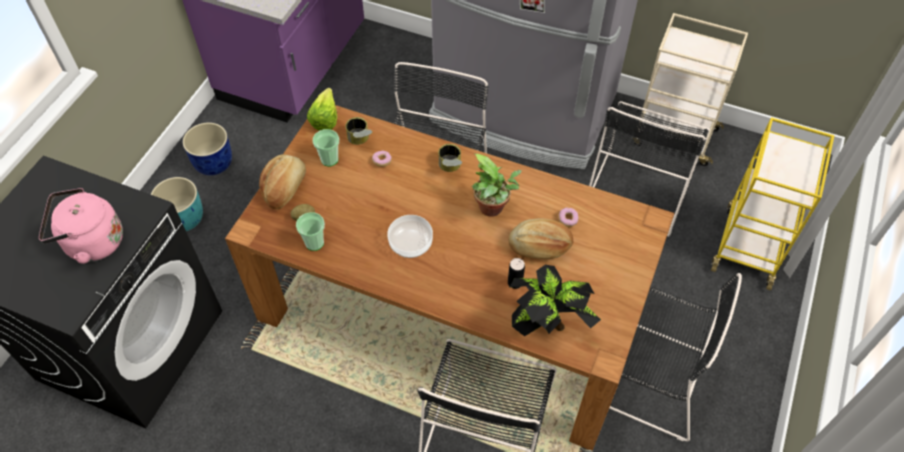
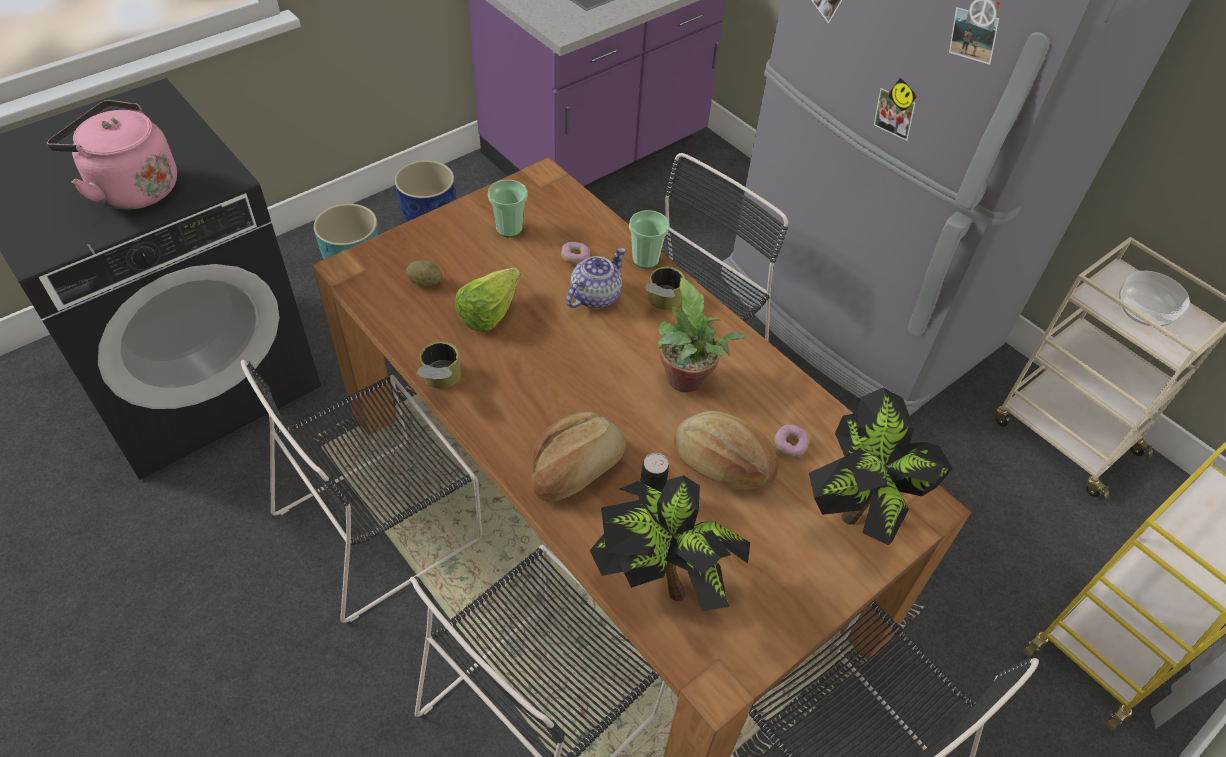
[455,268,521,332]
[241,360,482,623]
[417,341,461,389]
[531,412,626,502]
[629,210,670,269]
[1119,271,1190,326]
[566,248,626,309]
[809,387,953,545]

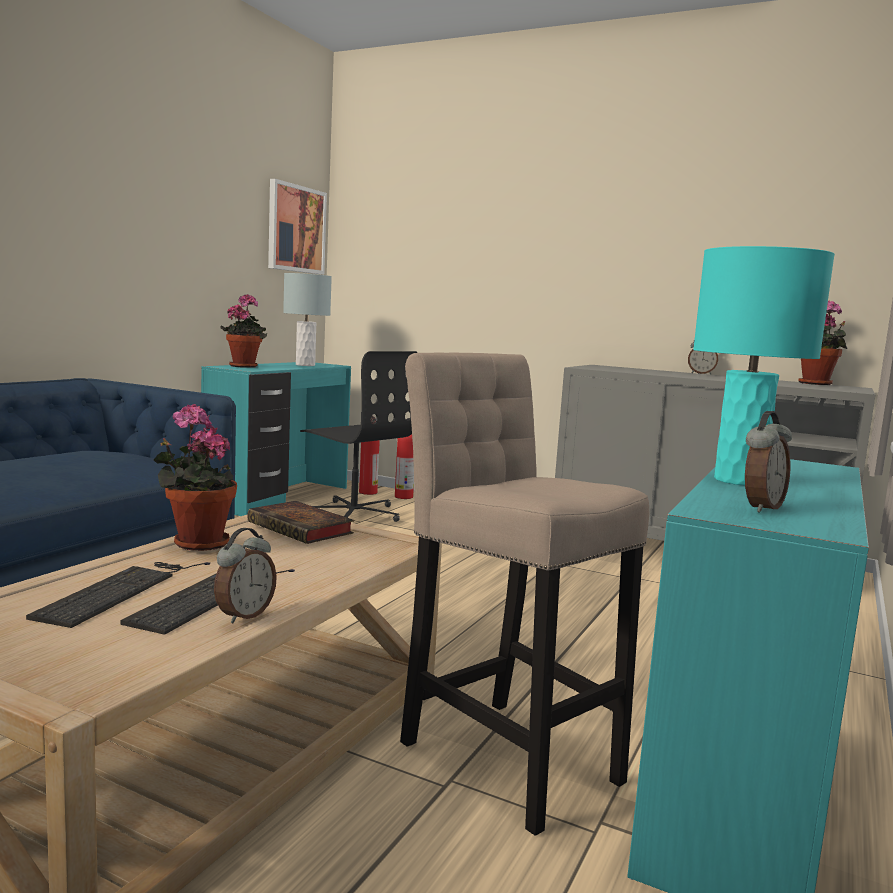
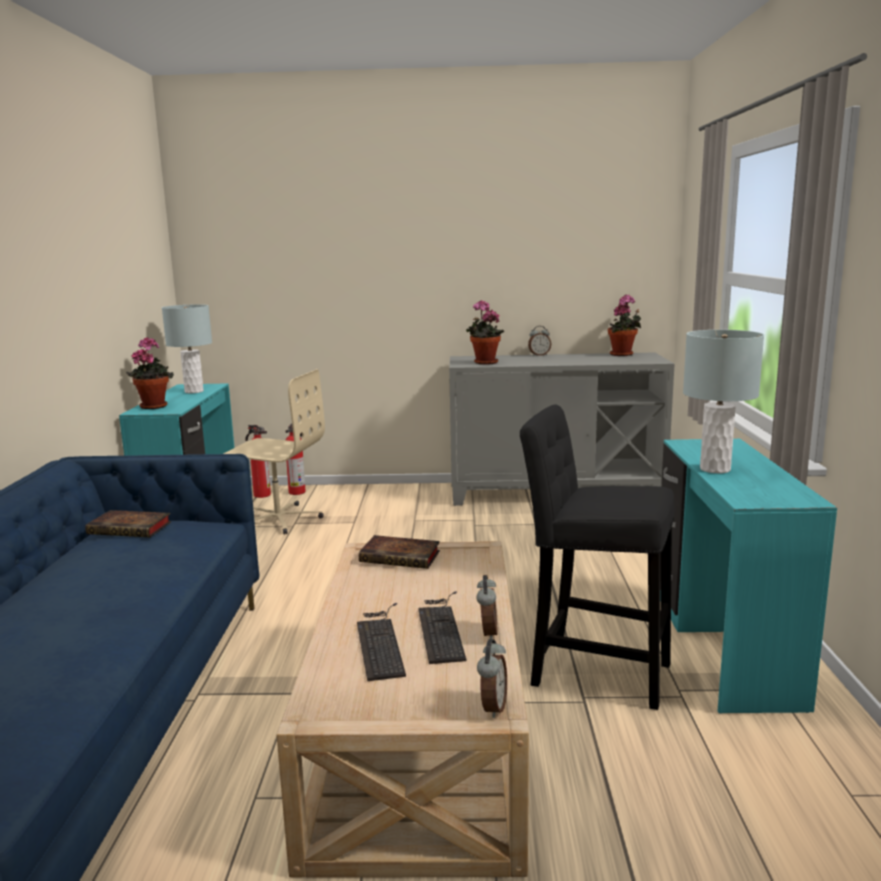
[268,179,327,274] (first image)
[683,330,764,474]
[224,369,325,535]
[520,404,675,710]
[466,300,504,365]
[477,639,507,718]
[85,510,171,537]

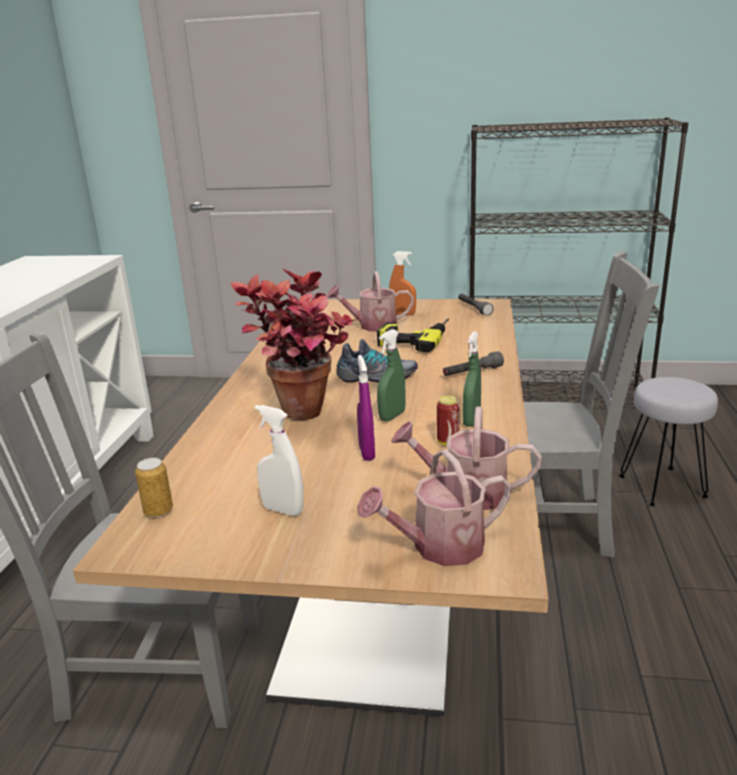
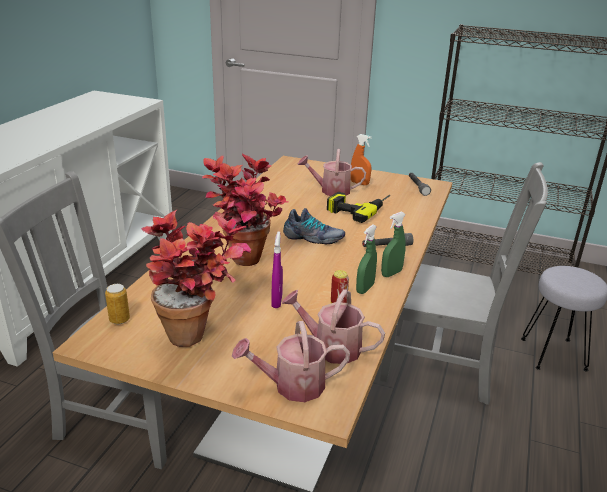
[381,212,406,277]
[141,209,251,347]

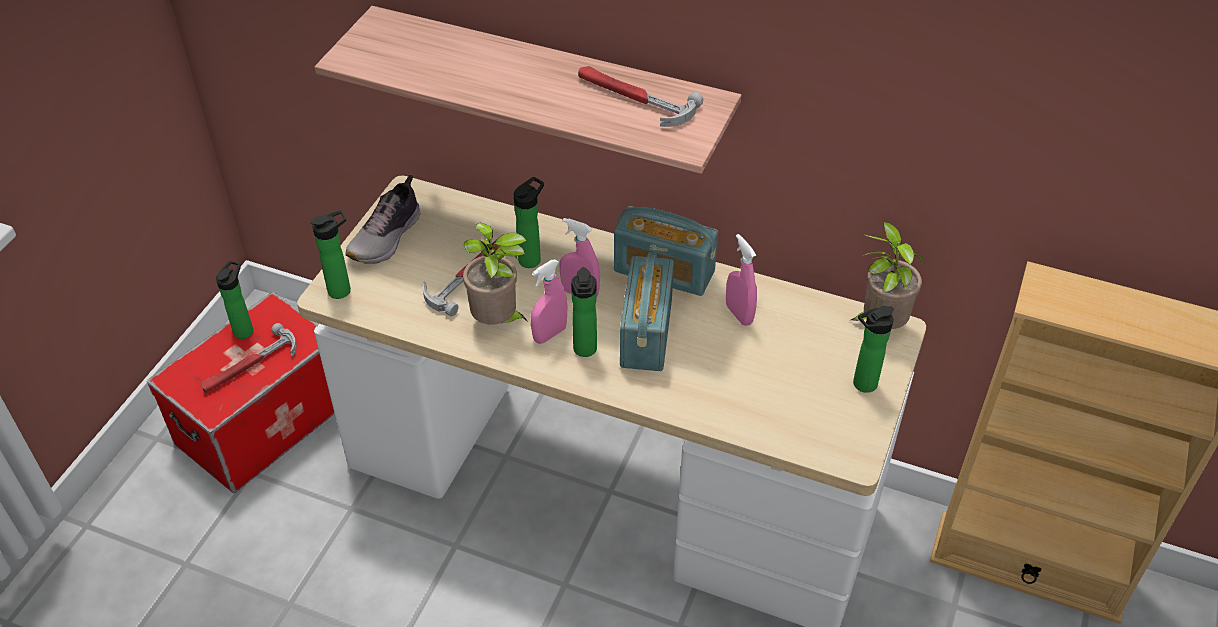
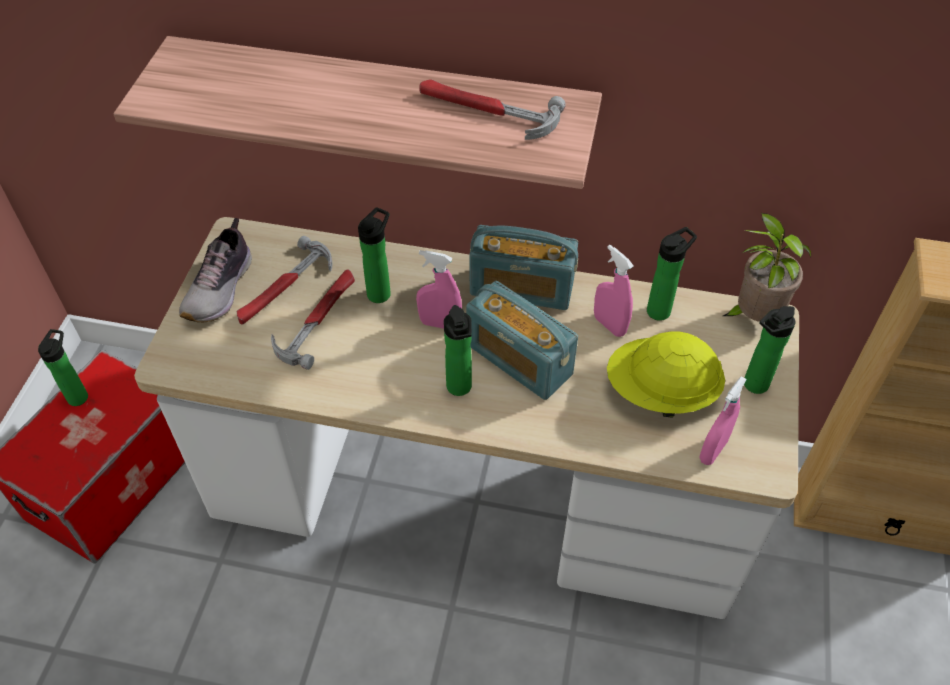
[647,227,697,321]
[463,223,528,325] (first image)
[466,281,578,400]
[699,376,747,465]
[237,236,332,325]
[607,331,725,418]

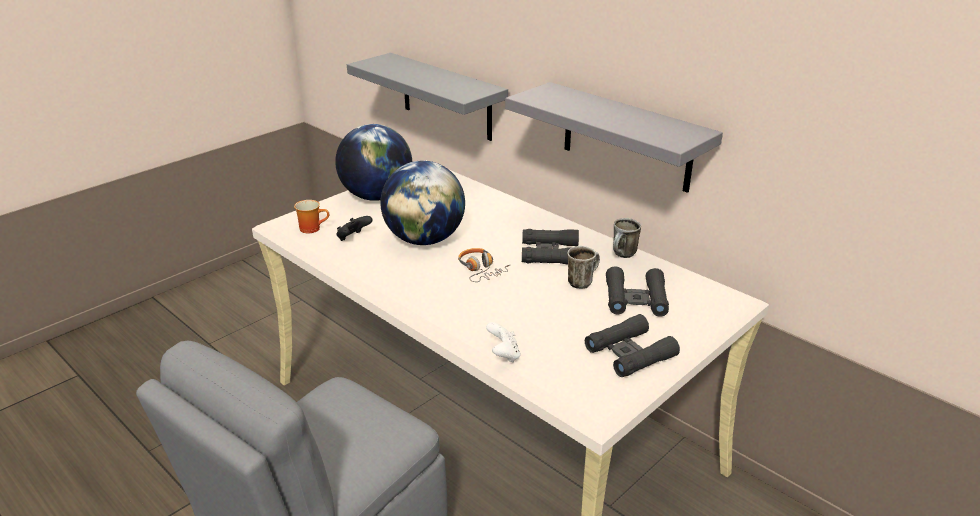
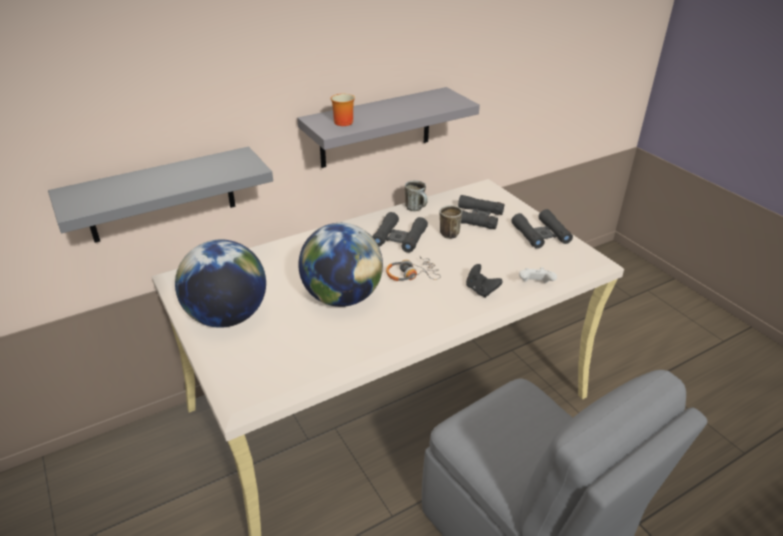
[330,94,355,126]
[466,264,503,298]

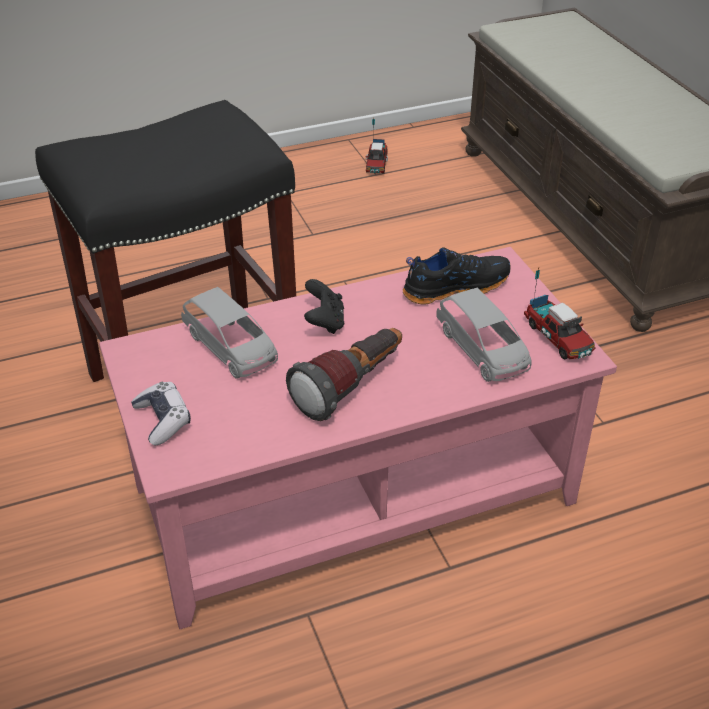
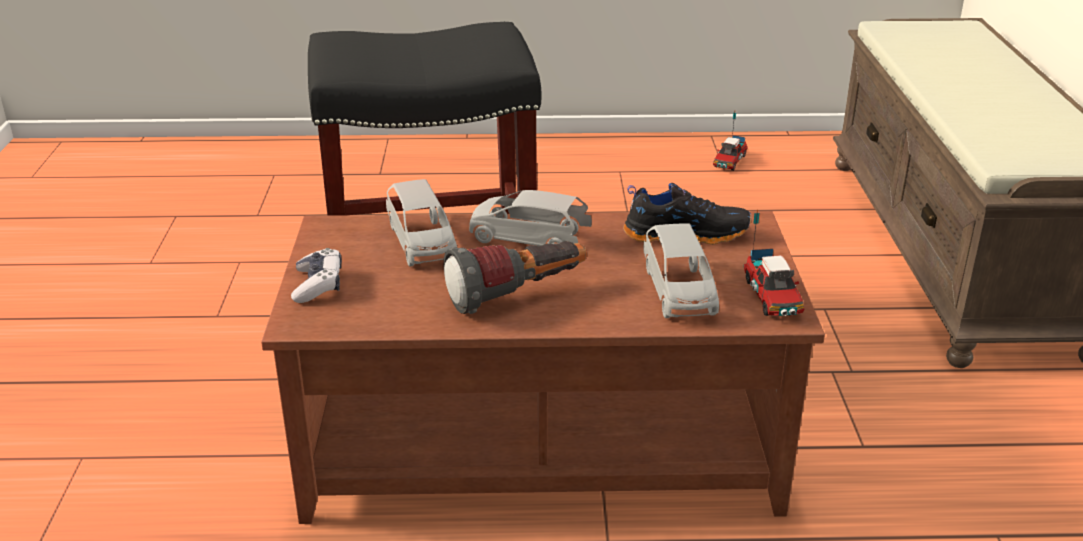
[261,211,825,524]
[469,190,592,246]

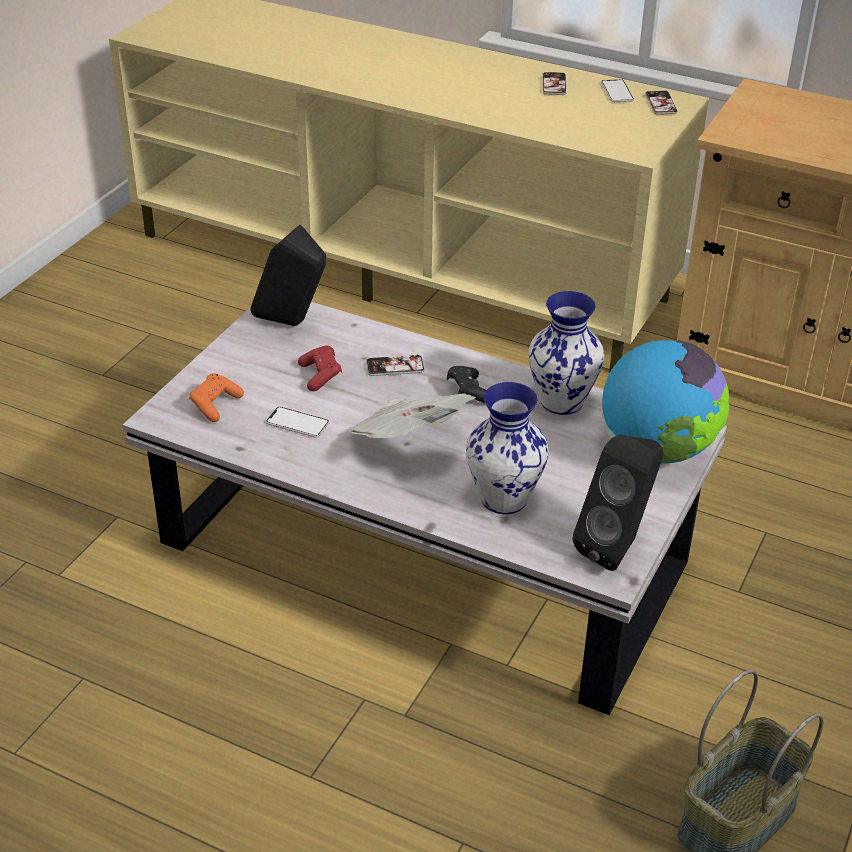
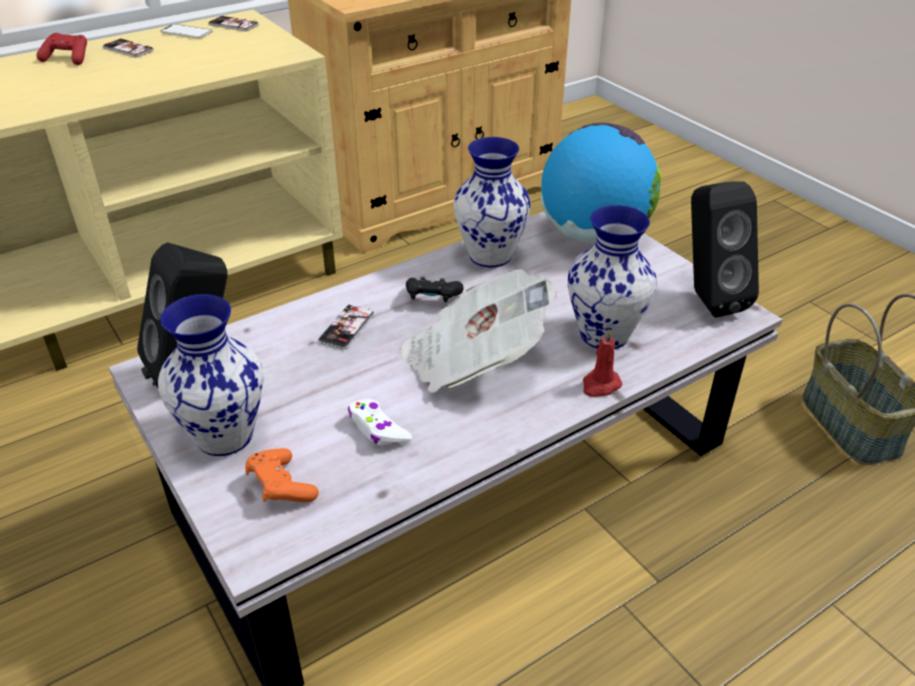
[37,33,87,65]
[348,399,412,445]
[158,294,264,456]
[583,329,622,397]

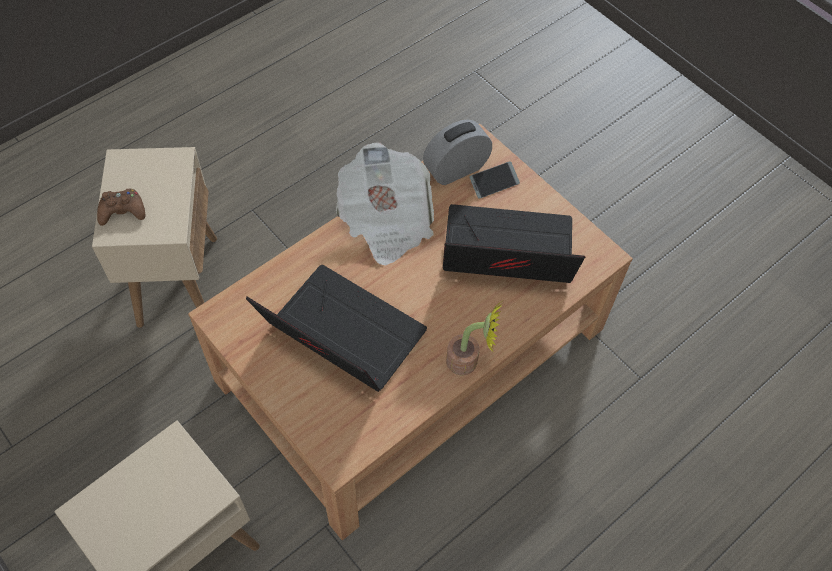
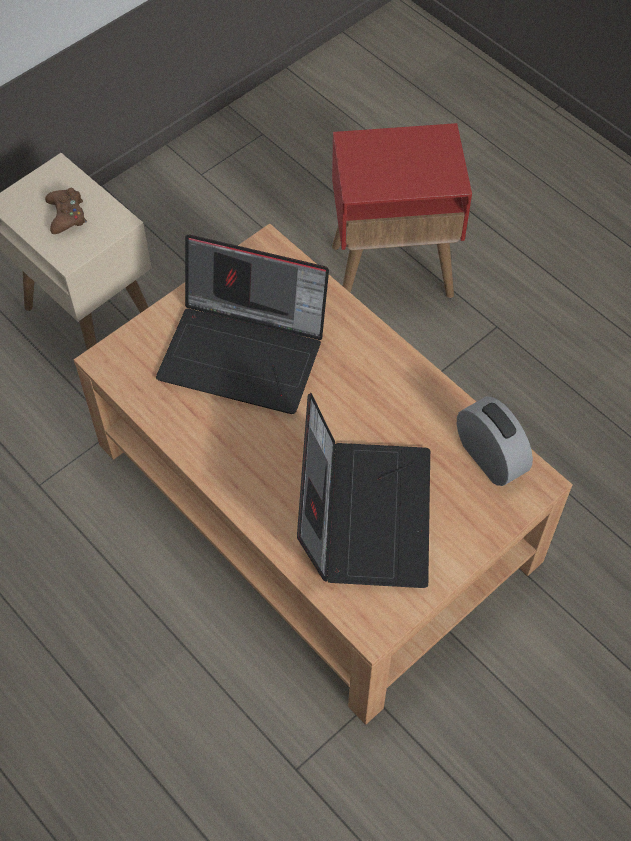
[336,142,434,266] (first image)
[332,123,472,298]
[469,161,520,199] (first image)
[45,188,87,234]
[156,235,329,414]
[446,302,502,375] (first image)

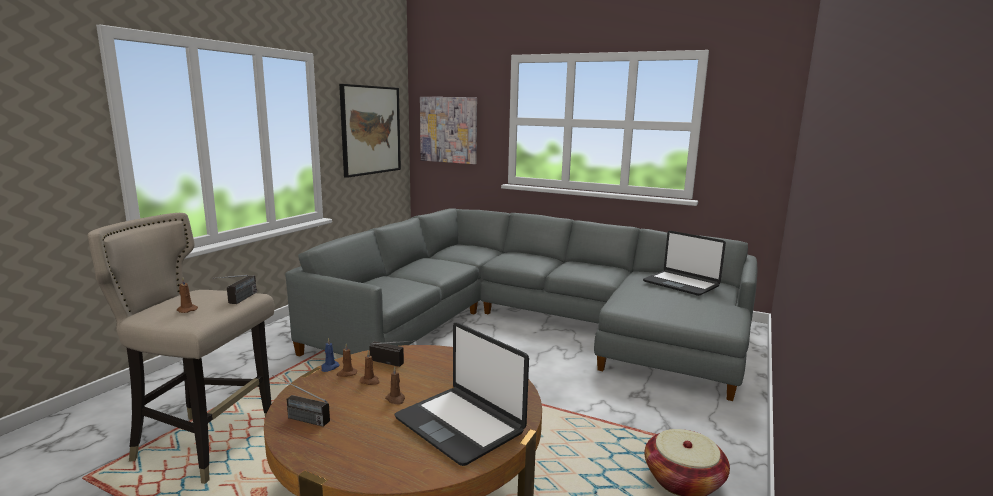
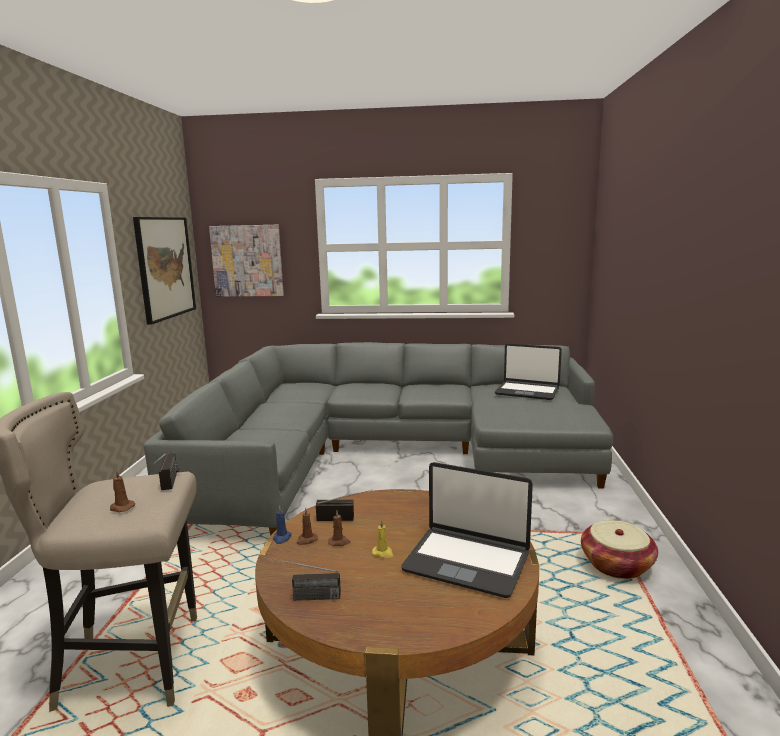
[372,520,394,558]

